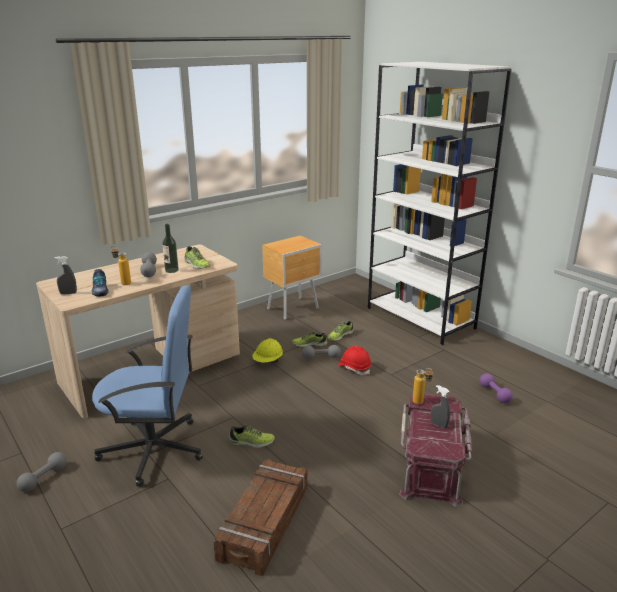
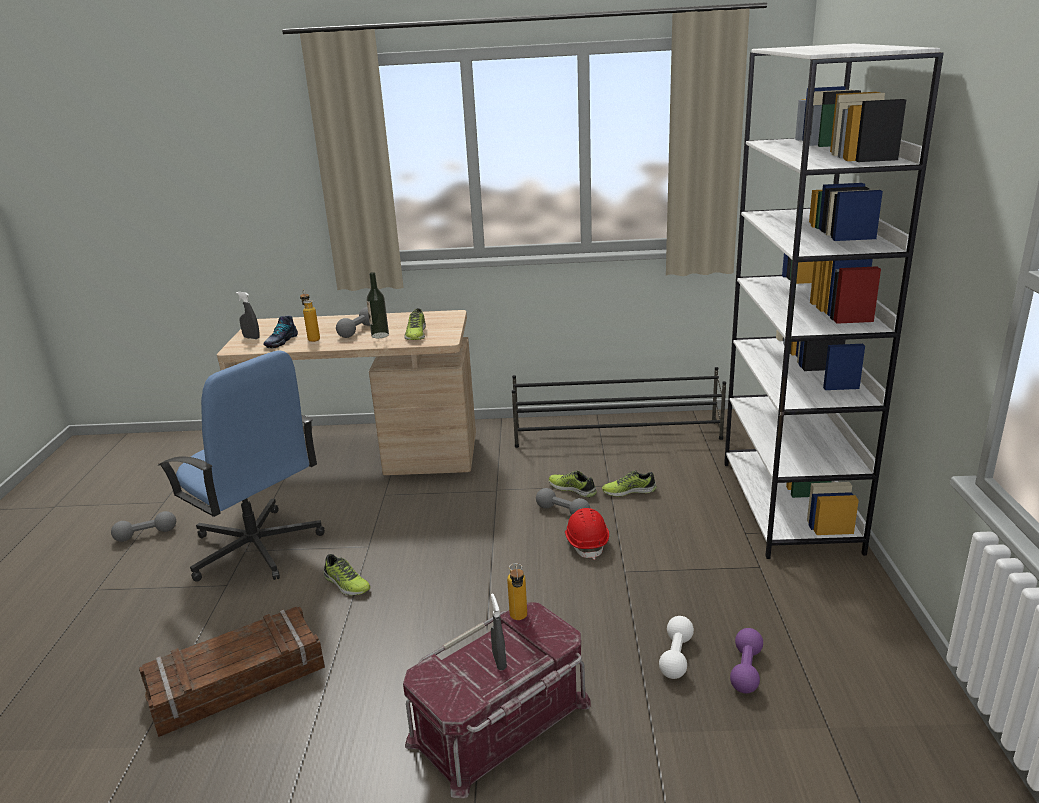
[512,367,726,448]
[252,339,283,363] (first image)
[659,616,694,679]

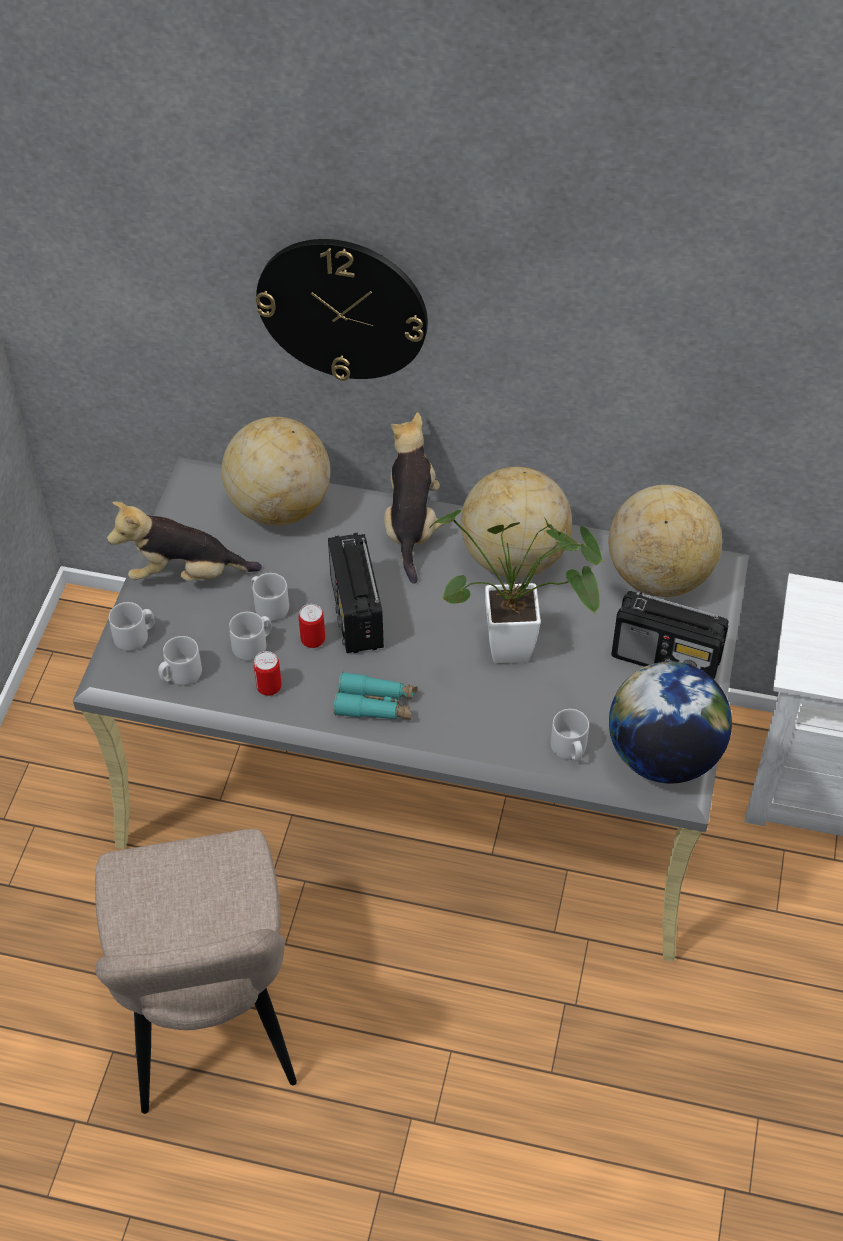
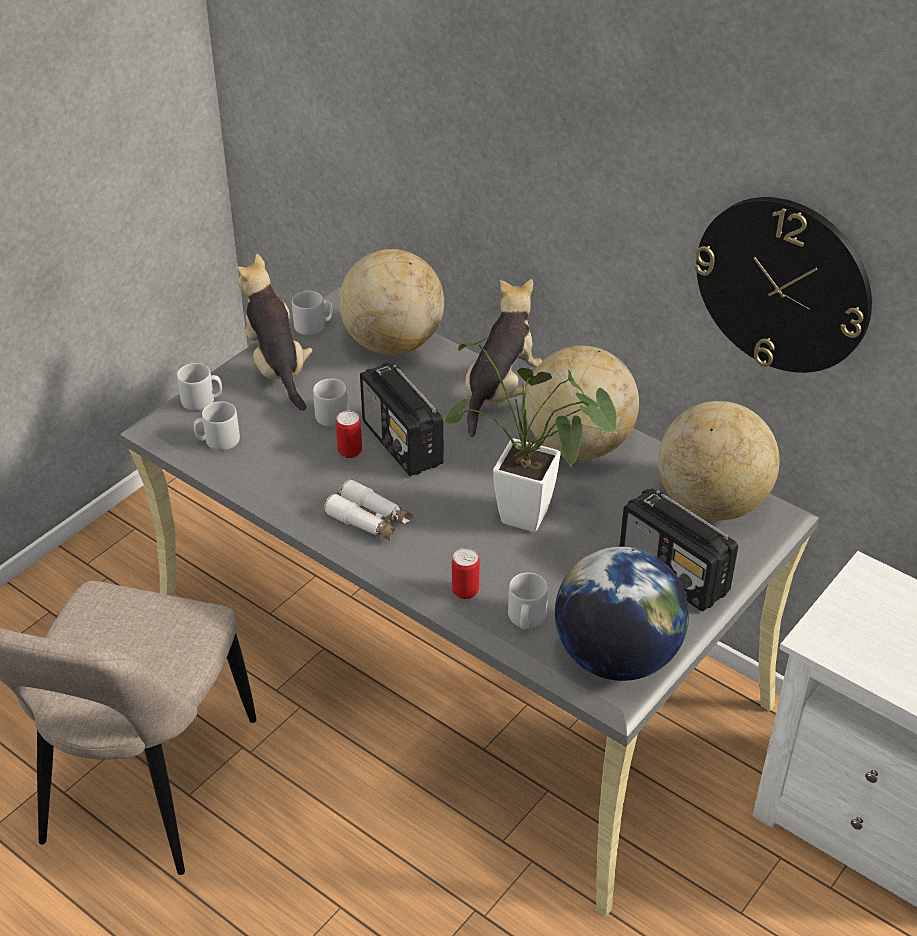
[694,197,872,373]
[237,254,313,411]
[360,363,444,476]
[292,291,333,335]
[452,548,479,599]
[324,479,413,541]

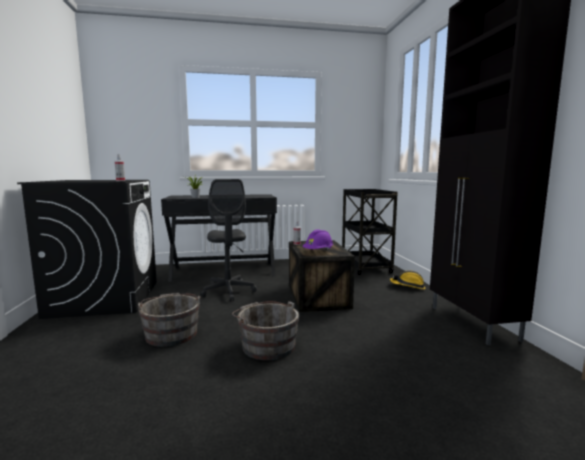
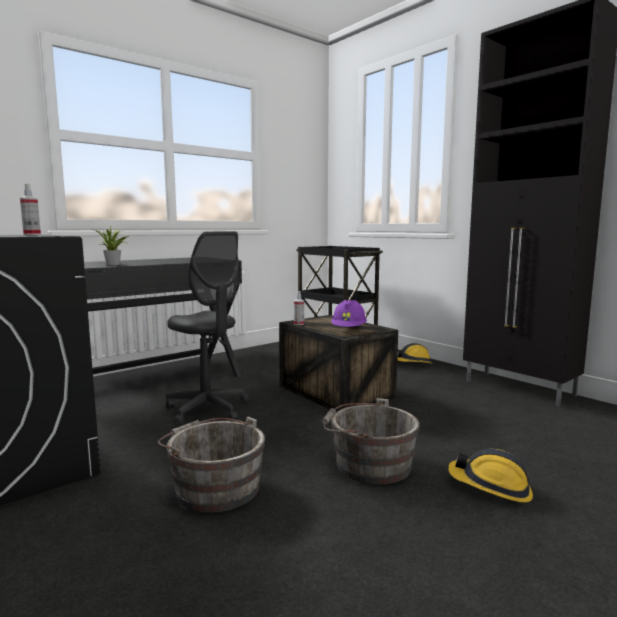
[448,449,533,503]

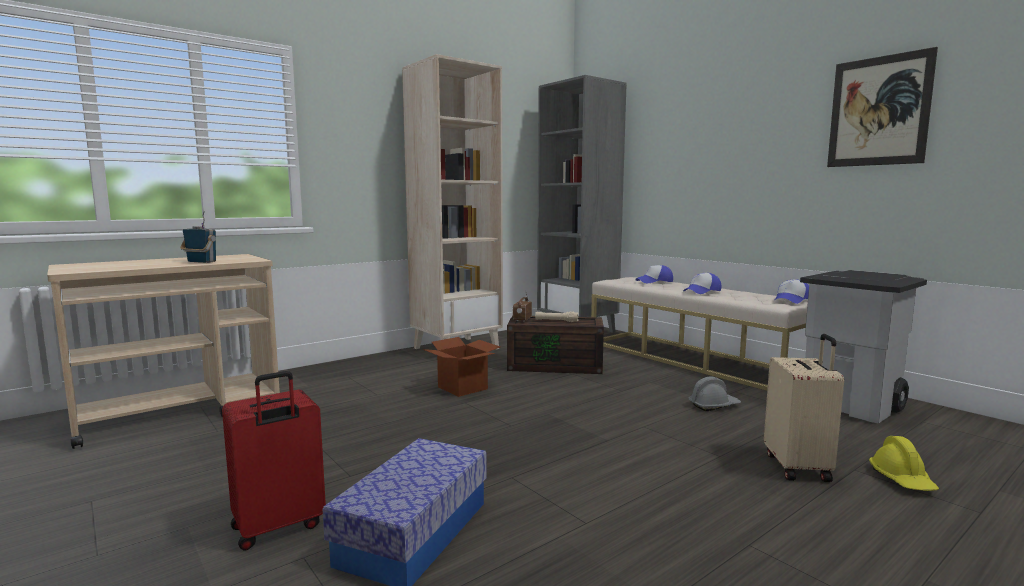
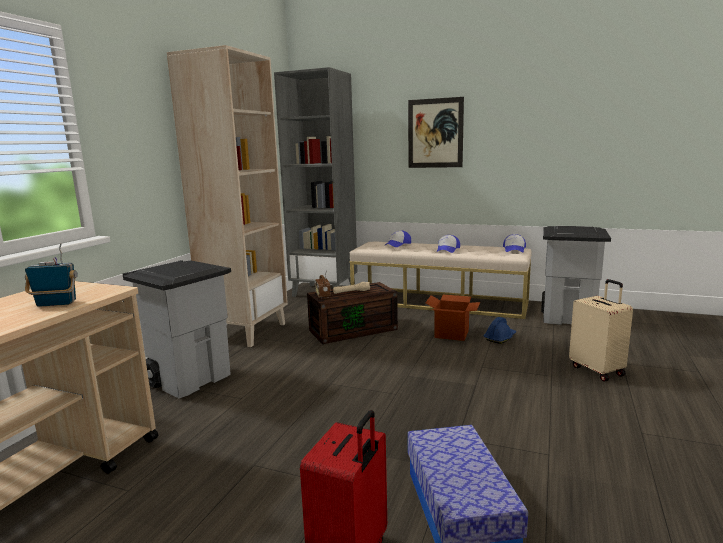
[408,97,464,168]
[425,295,480,341]
[484,317,516,344]
[869,436,939,491] (first image)
[123,260,231,398]

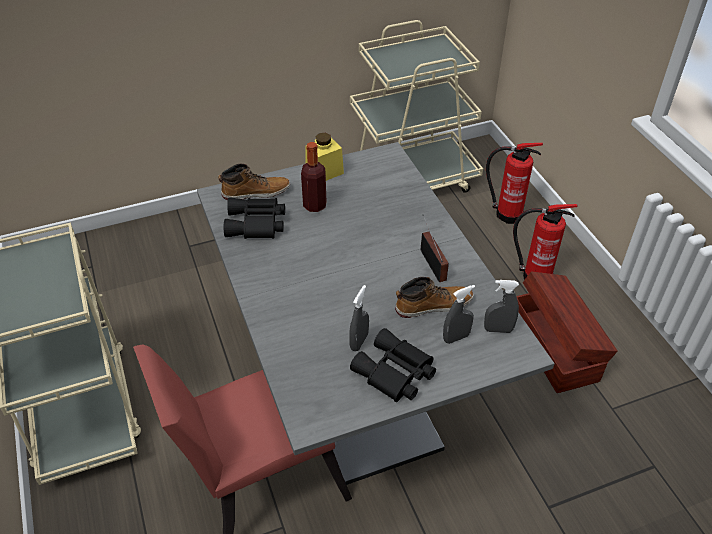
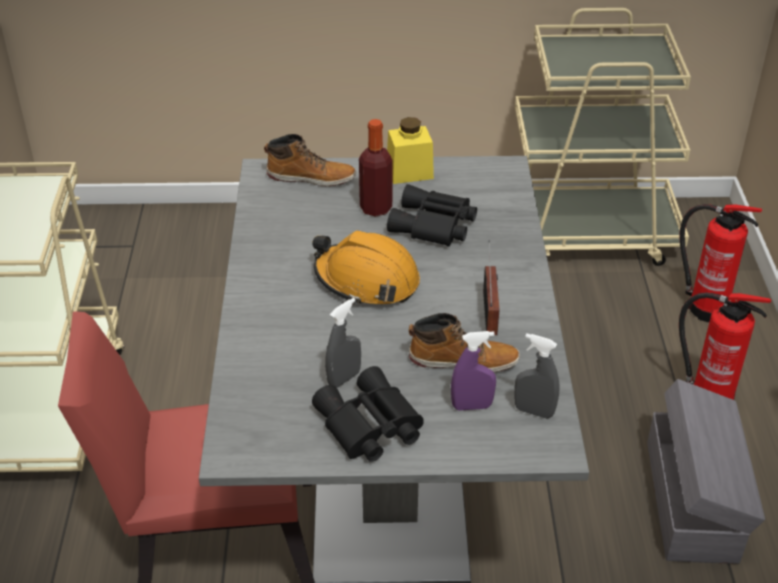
[387,184,477,247]
[647,379,765,564]
[451,331,496,411]
[312,230,420,305]

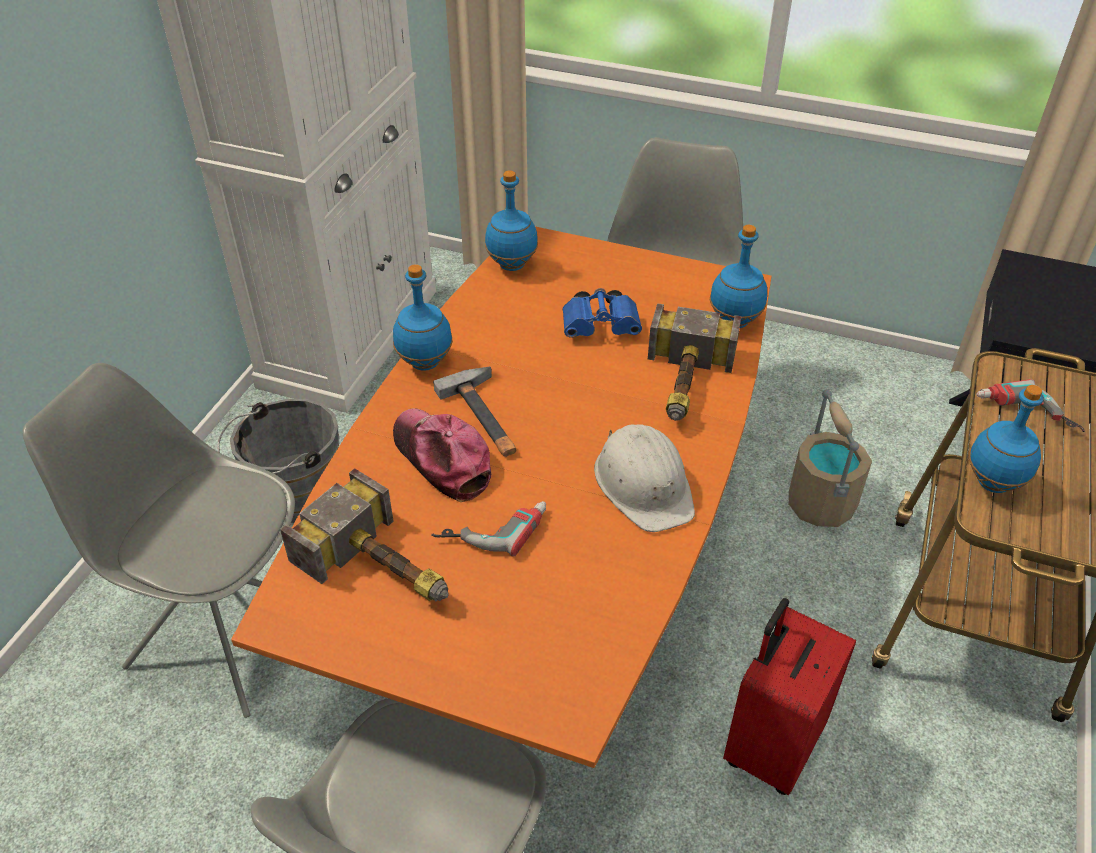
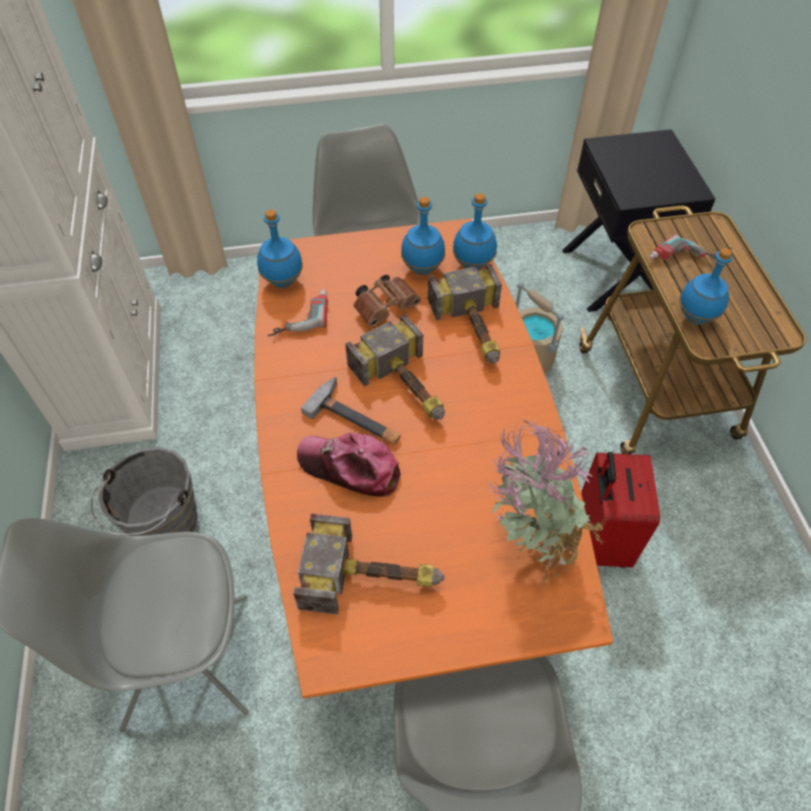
[401,197,445,275]
[353,275,421,327]
[594,424,695,532] (first image)
[267,289,328,336]
[345,314,445,420]
[486,419,606,583]

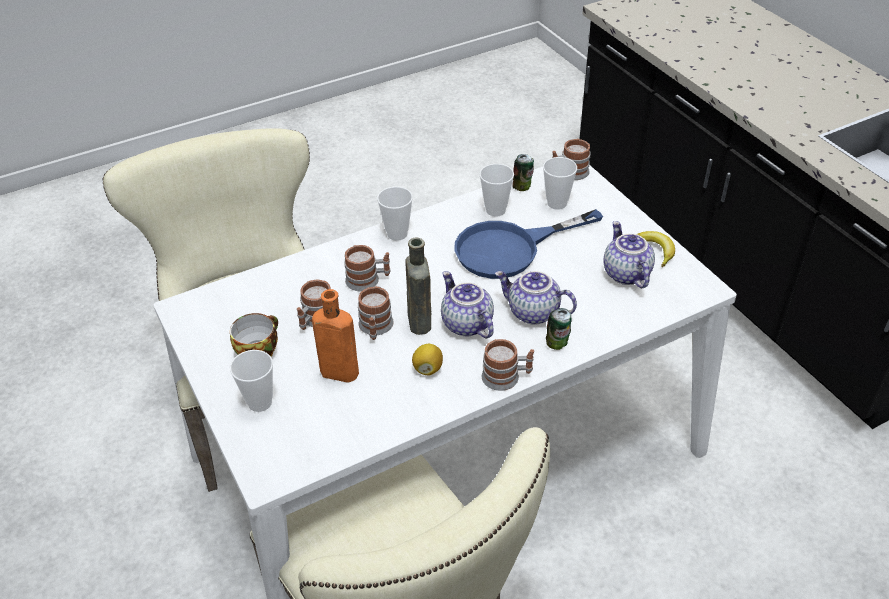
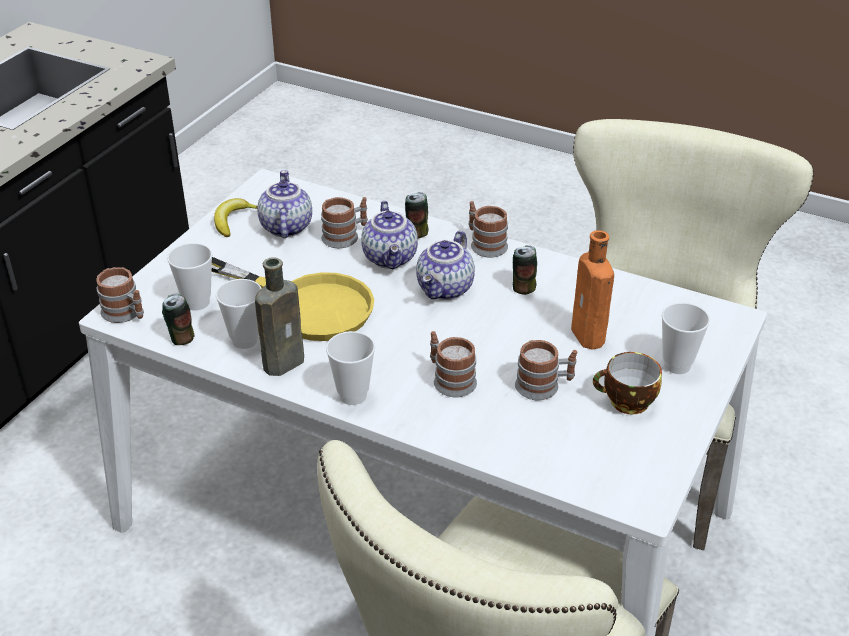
[212,257,374,341]
[257,170,312,238]
[255,257,304,376]
[321,197,368,248]
[513,245,537,295]

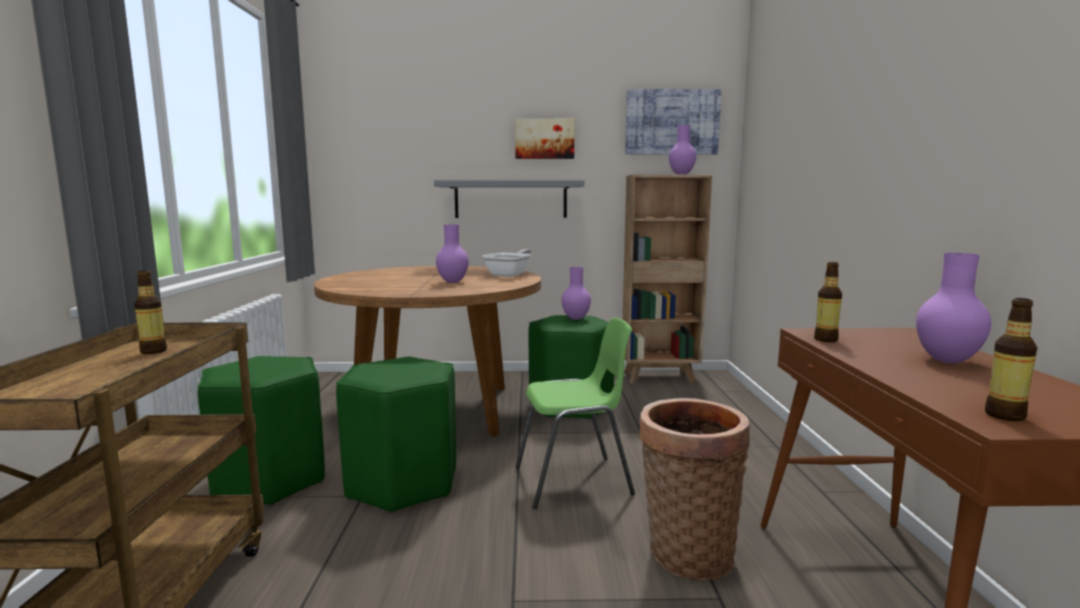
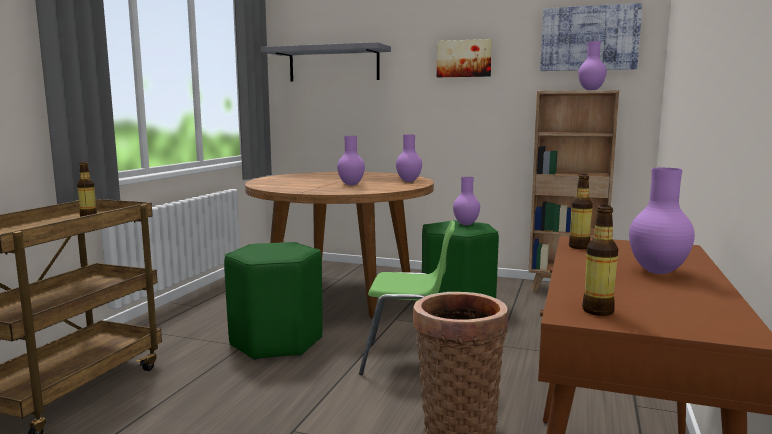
[261,42,391,82]
[396,134,422,182]
[198,356,325,506] (first image)

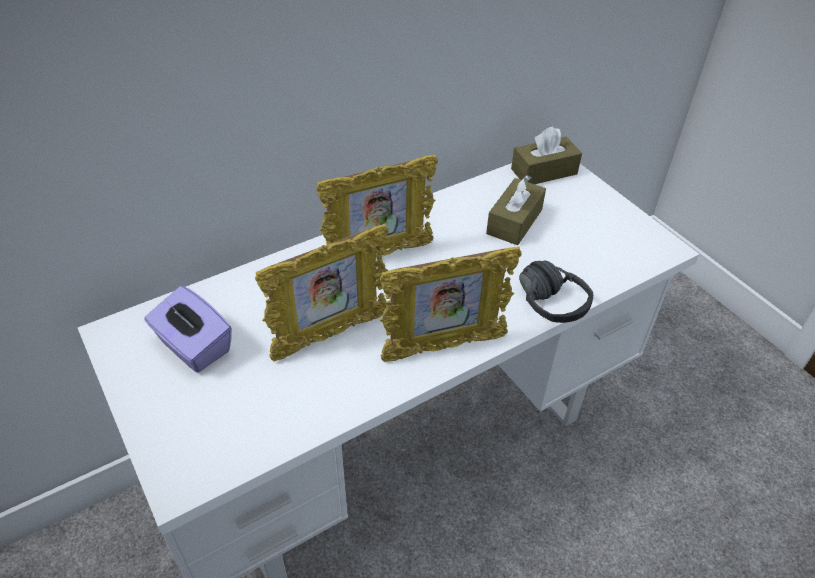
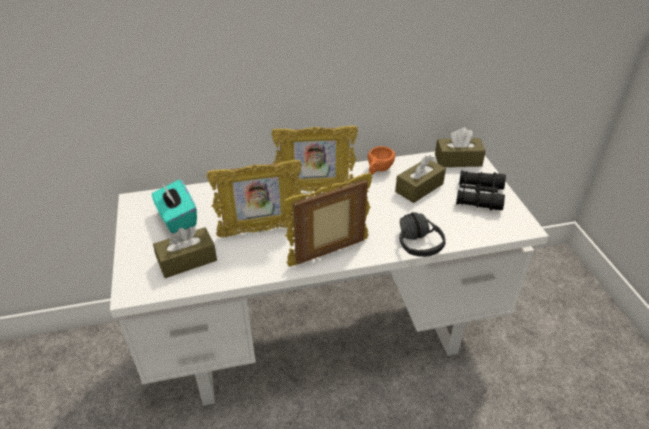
[283,173,373,267]
[152,180,197,233]
[368,146,395,175]
[456,170,506,211]
[153,227,217,278]

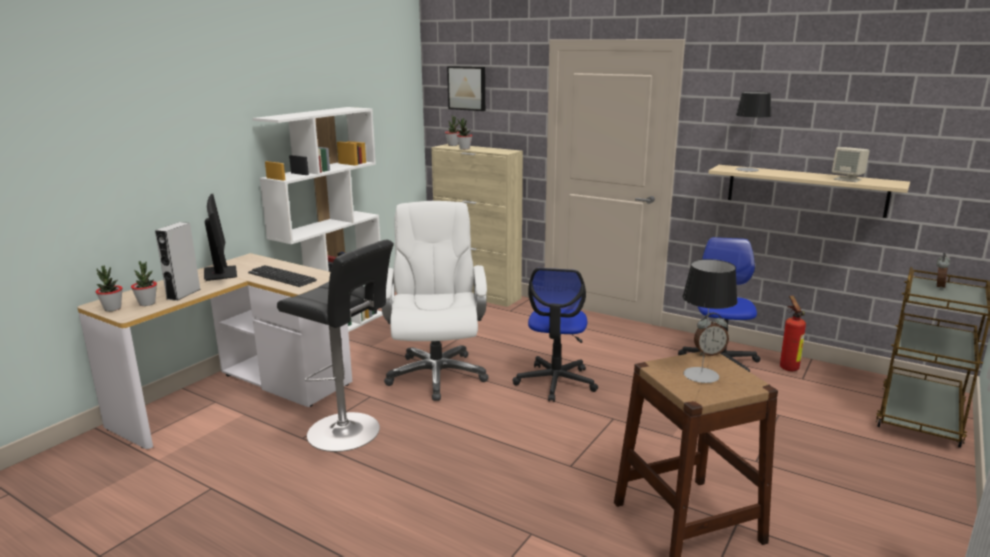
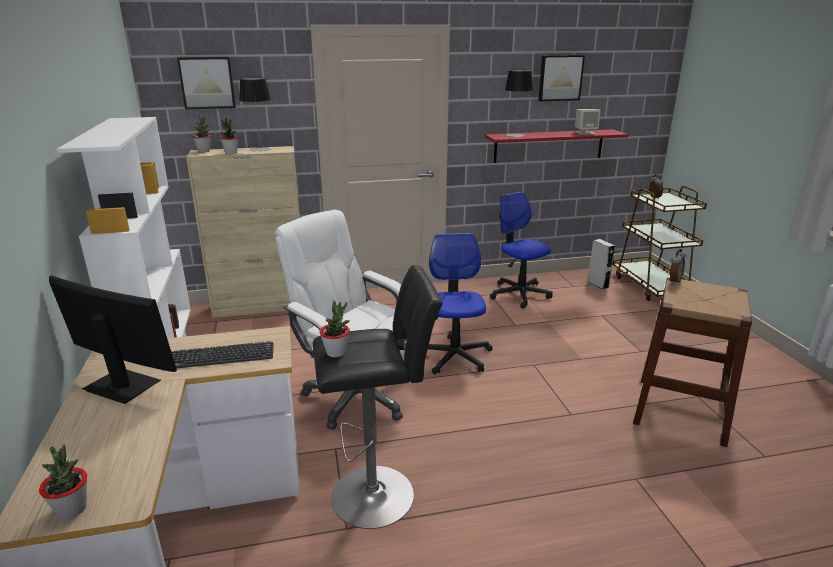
[485,129,628,163]
[587,239,615,289]
[239,77,271,152]
[320,301,350,357]
[428,233,493,374]
[780,296,806,371] (first image)
[538,55,585,101]

